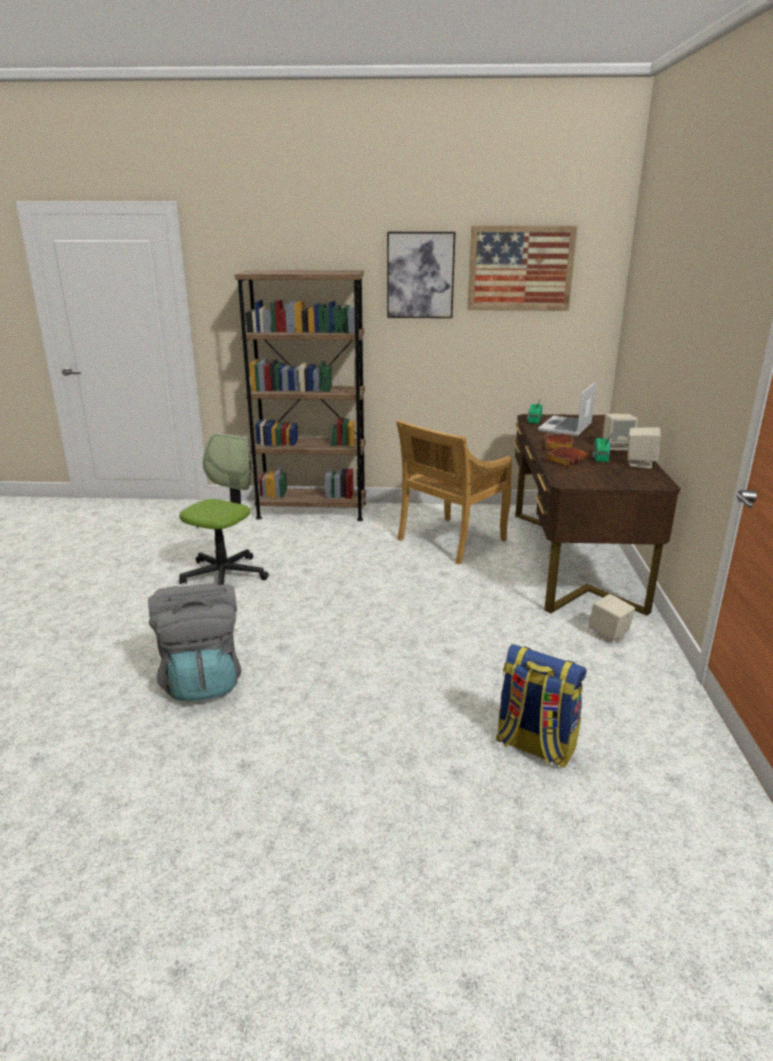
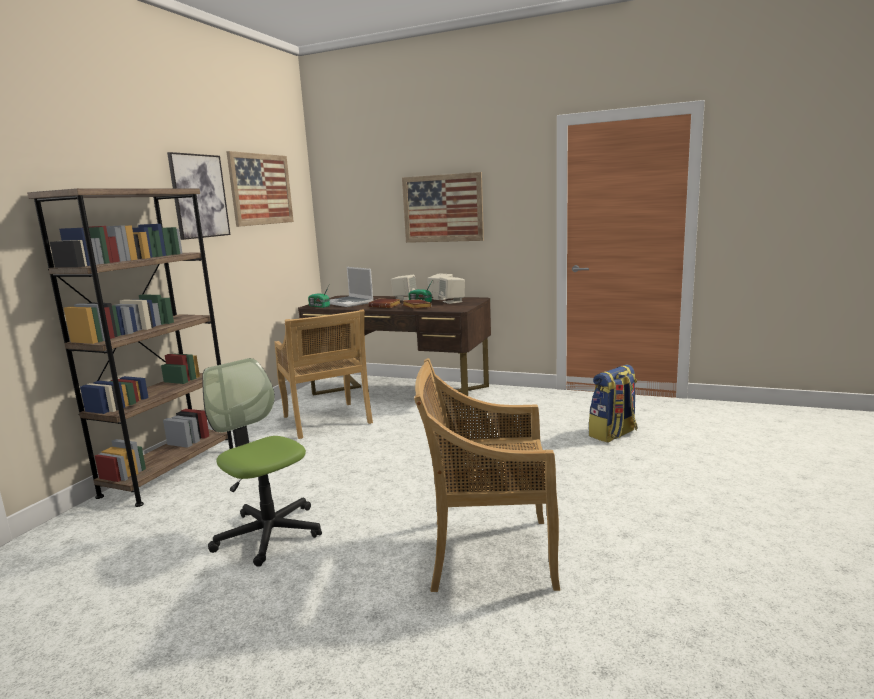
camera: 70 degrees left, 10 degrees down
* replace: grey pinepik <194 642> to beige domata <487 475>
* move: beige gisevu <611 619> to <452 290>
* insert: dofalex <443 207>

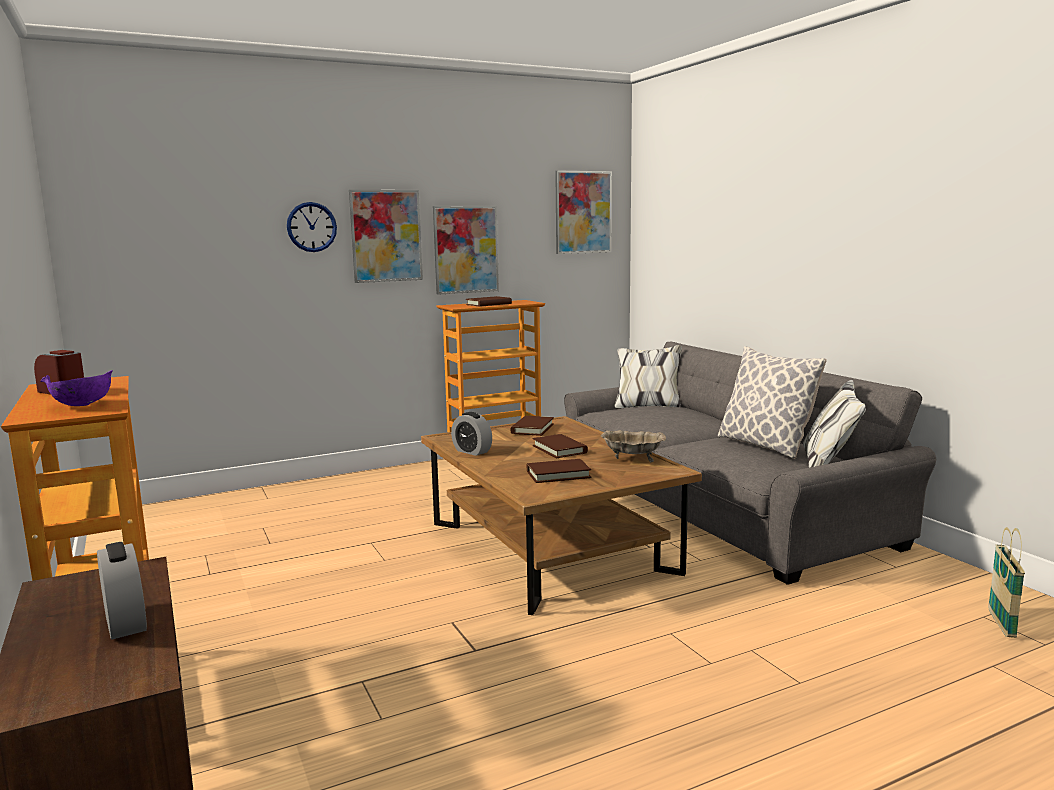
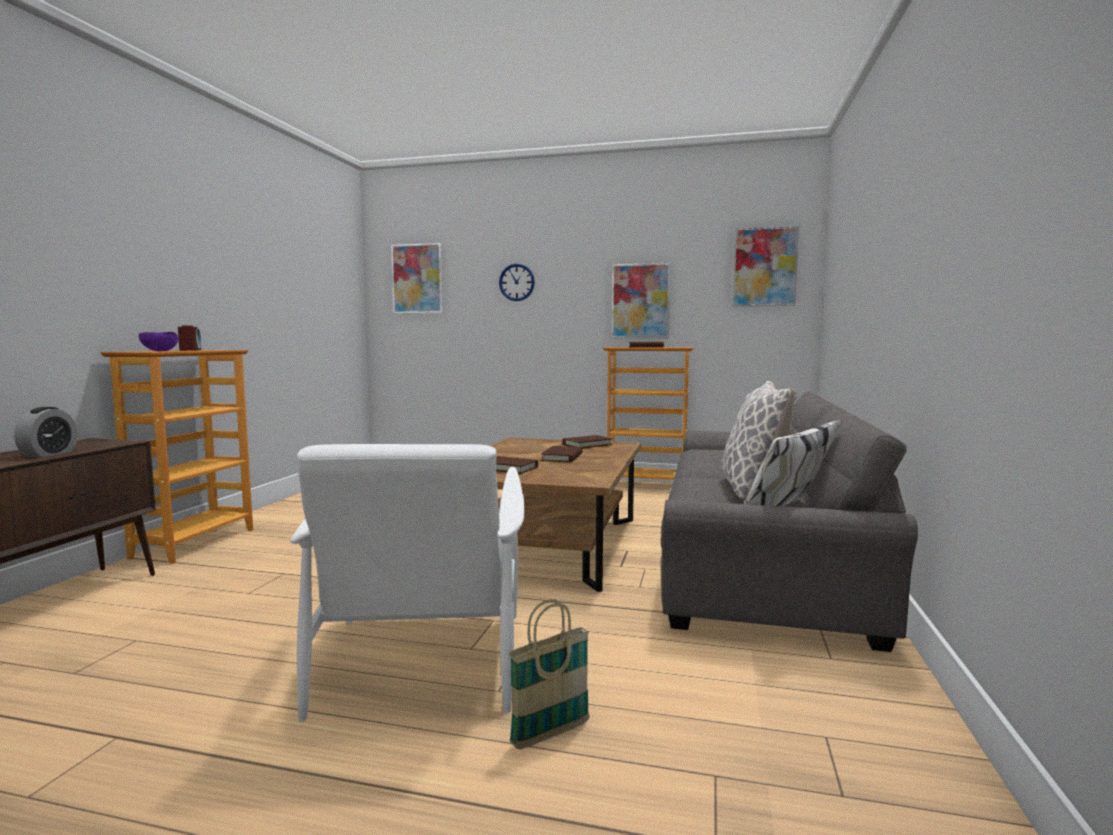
camera: 40 degrees right, 5 degrees down
* move: dofalex <386 236> to <417 278>
* delete: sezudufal <471 434>
* delete: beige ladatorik <633 446>
* move: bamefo <1006 582> to <549 674>
* insert: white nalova <407 583>

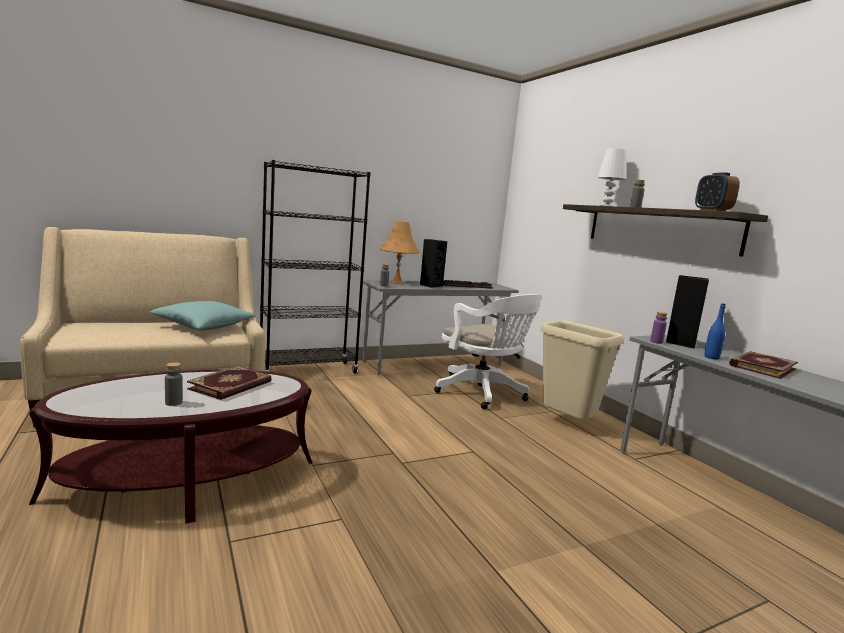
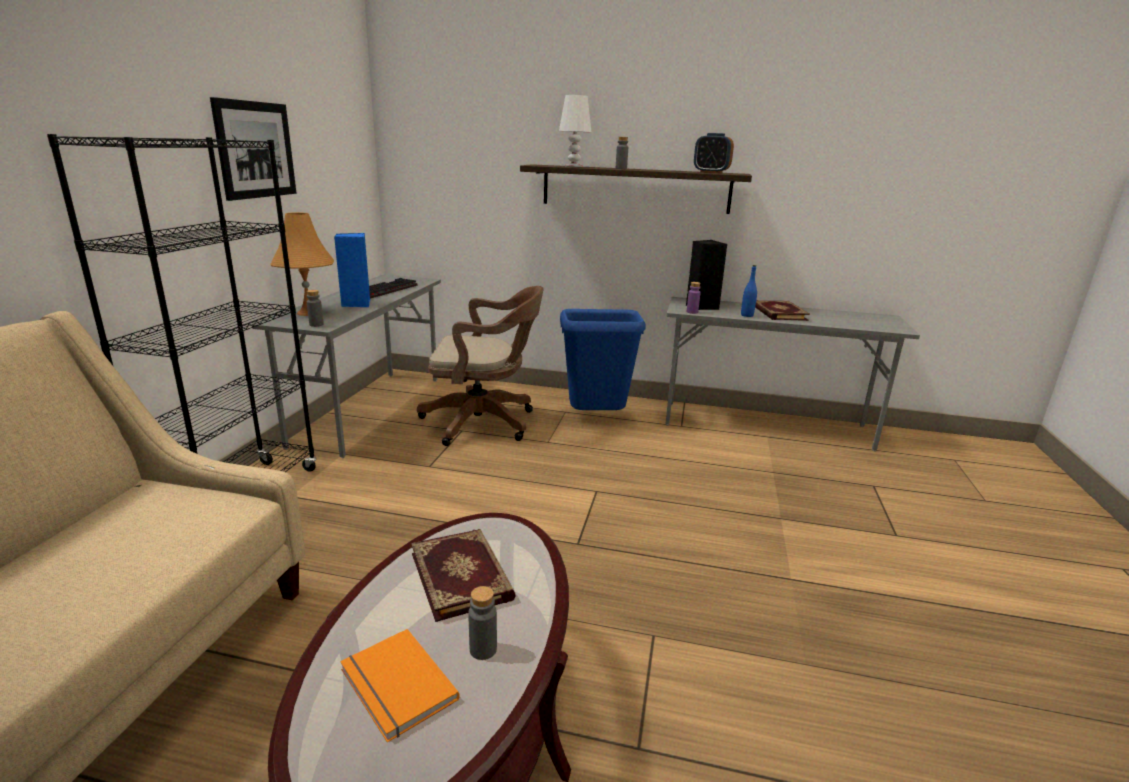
camera: 50 degrees left, 10 degrees up
* recolor: black gisevu <433 263> to blue gisevu <352 270>
* recolor: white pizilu <488 351> to brown pizilu <480 366>
* delete: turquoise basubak <203 316>
* recolor: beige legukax <582 370> to blue legukax <603 359>
* insert: dofalex <253 149>
* insert: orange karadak <400 686>

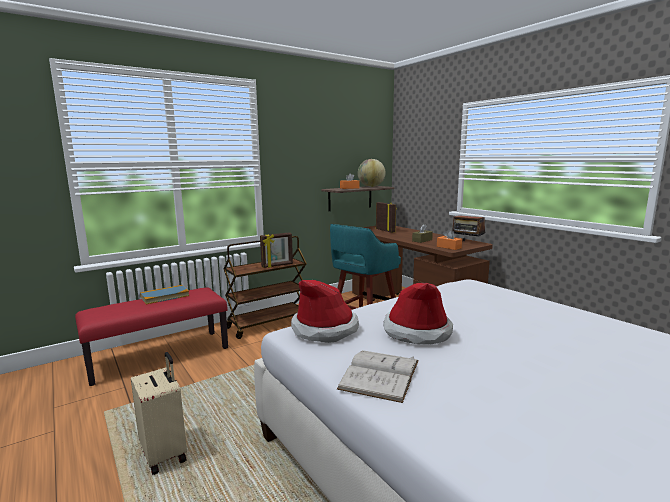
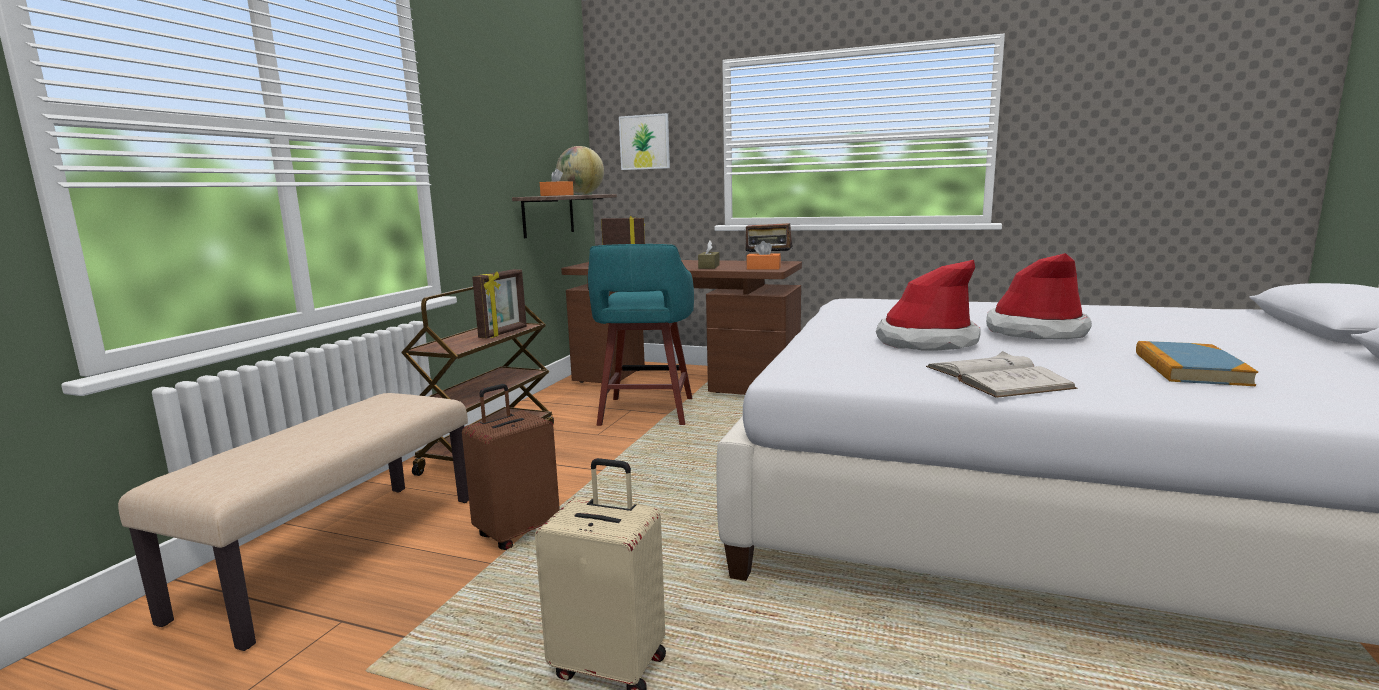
camera: 35 degrees left, 0 degrees up
* move: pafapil <325 311> to <1039 296>
* move: karadak <164 294> to <1197 363>
* recolor: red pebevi <151 336> to beige pebevi <293 522>
* insert: dofalex <644 141>
* insert: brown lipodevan <511 467>

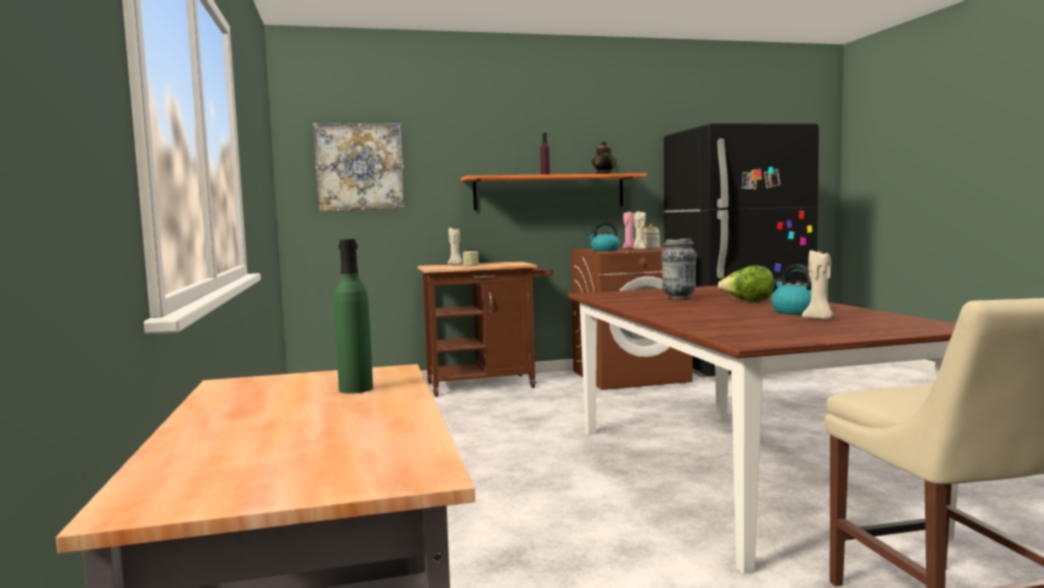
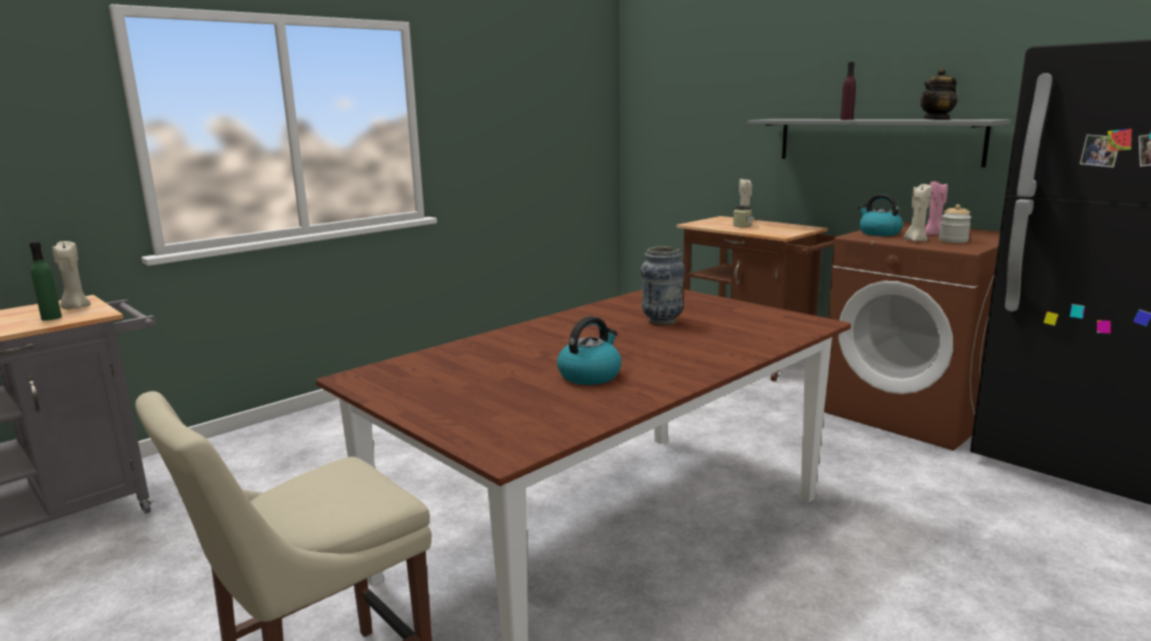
camera: 60 degrees right, 10 degrees up
* delete: dofalex <359 167>
* recolor: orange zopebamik <554 191> to grey zopebamik <879 143>
* move: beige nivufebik <818 284> to <71 275>
* delete: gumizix <746 283>

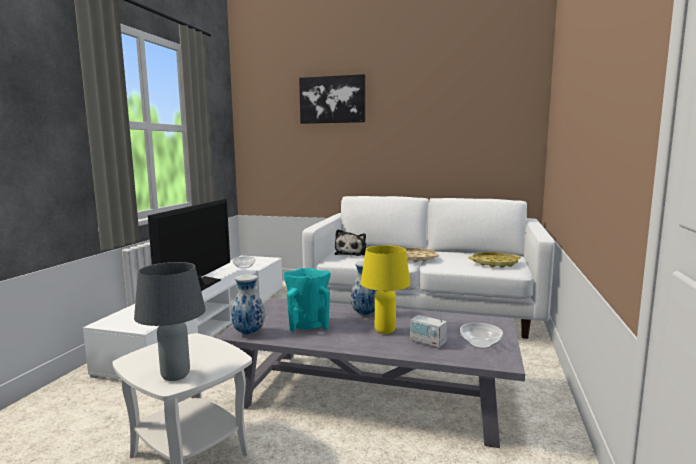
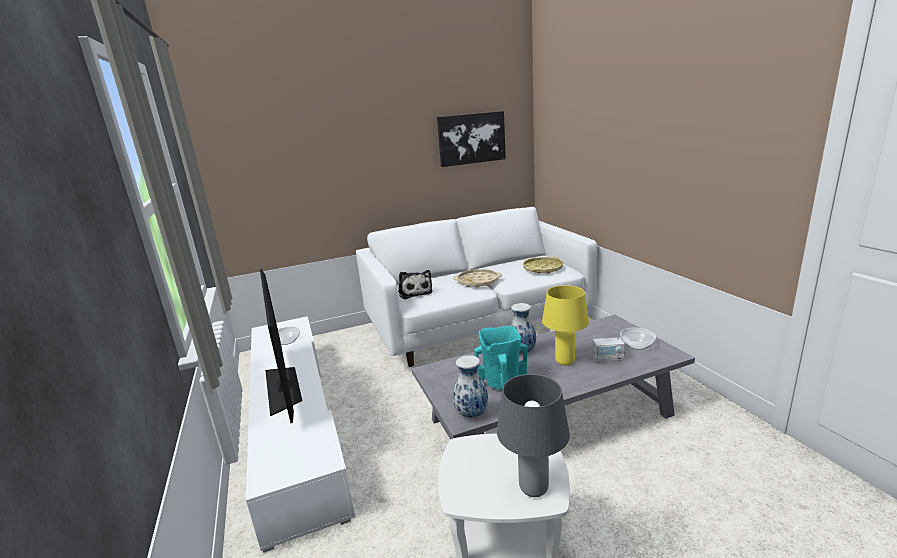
camera: 35 degrees left, 10 degrees up
* move: dofalex <332 99> to <471 139>

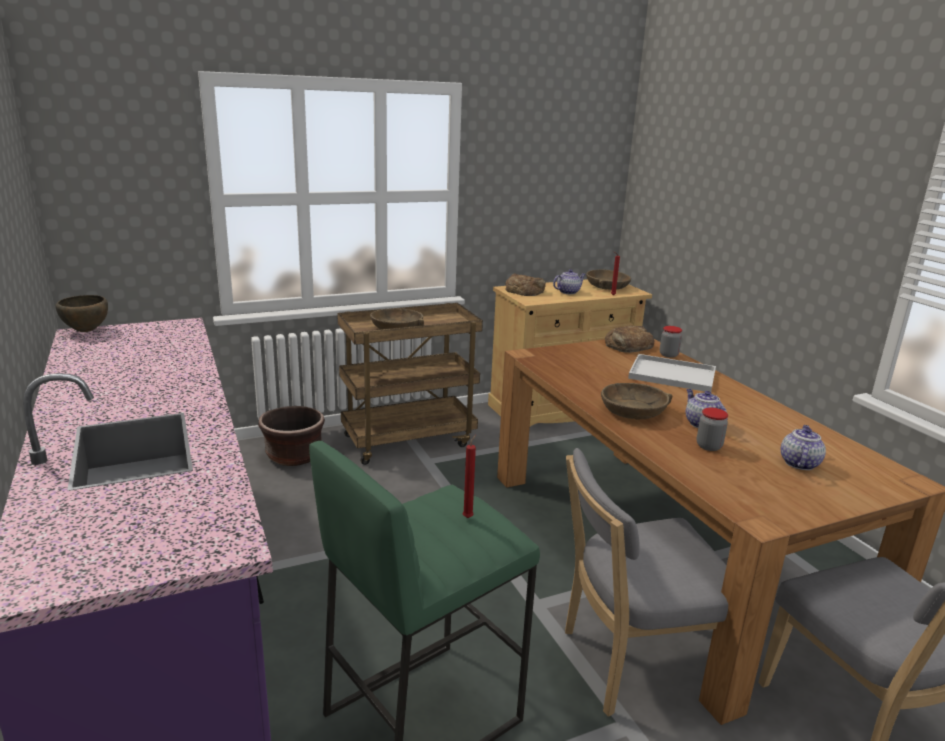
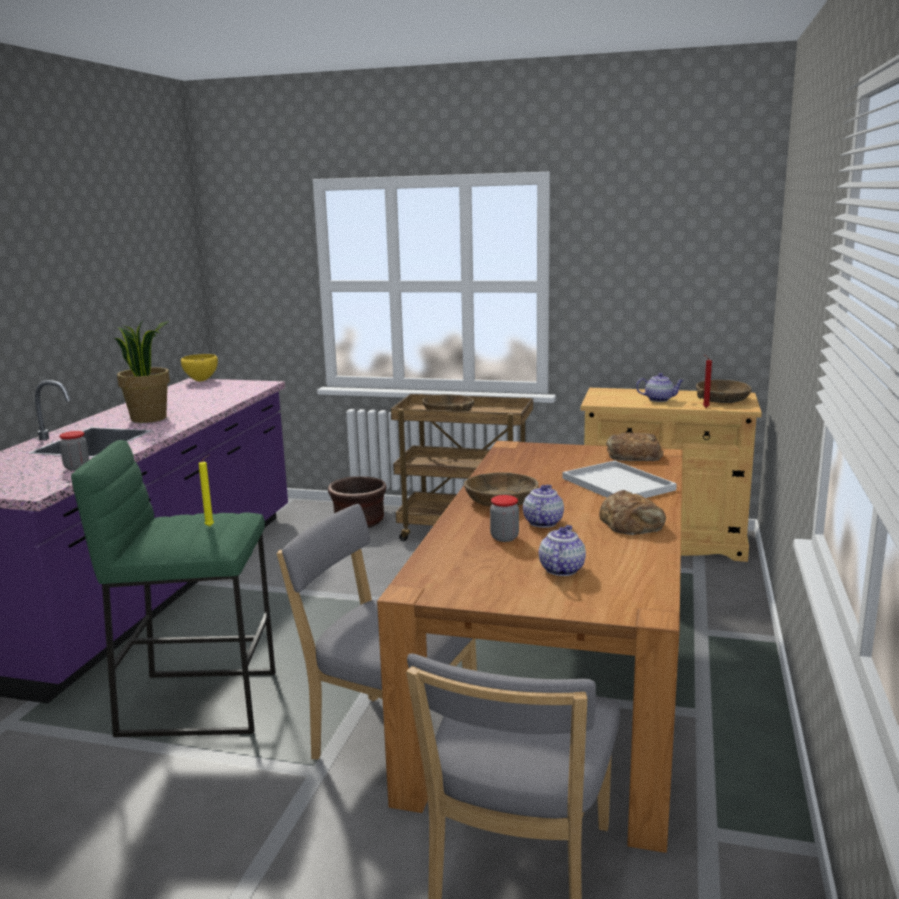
camera: 40 degrees right, 5 degrees down
* move: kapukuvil <526 284> to <632 512>
* recolor: brown ladatorik <81 313> to yellow ladatorik <199 367>
* move: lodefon <671 342> to <74 450>
* rotate: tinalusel <803 447> = <562 550> 45 degrees counterclockwise
* recolor: red nivufebik <469 476> to yellow nivufebik <206 490>
* insert: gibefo <142 371>

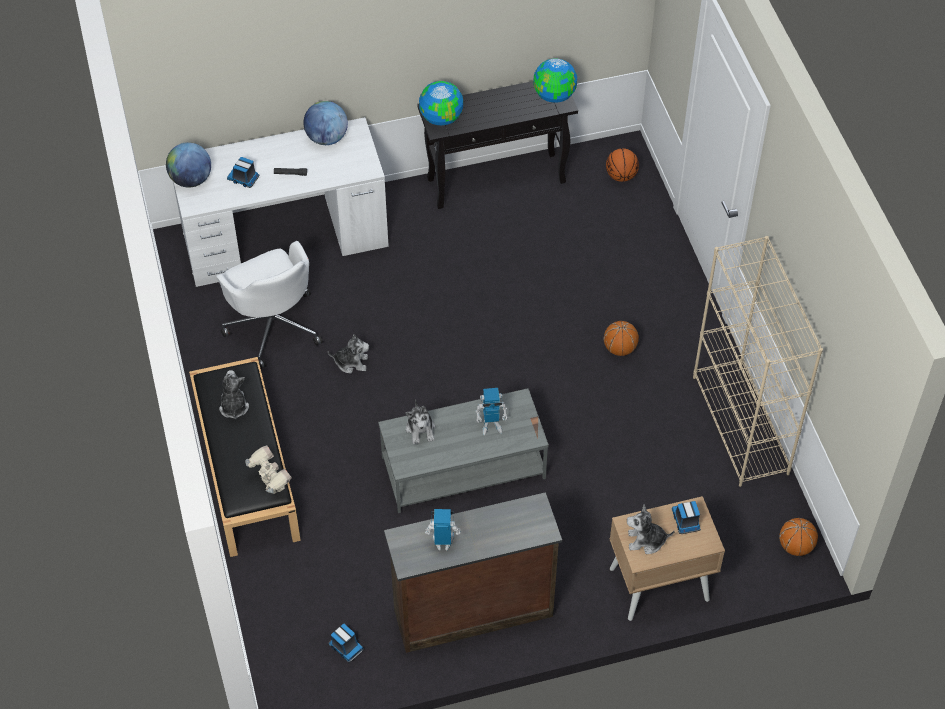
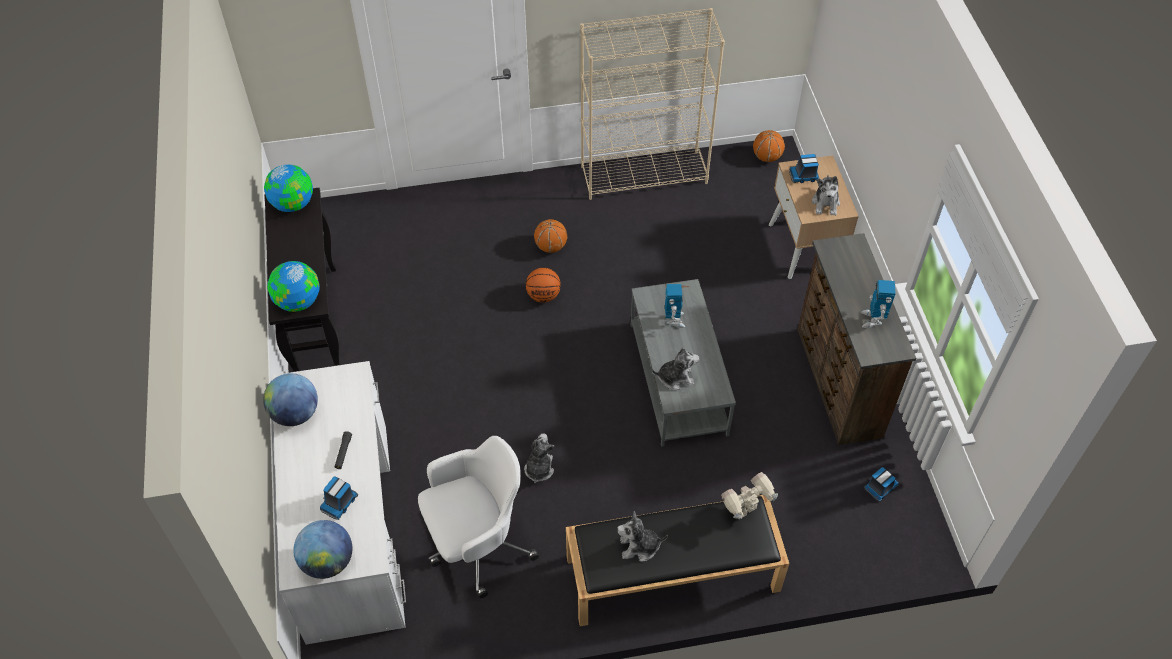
camera: 85 degrees left, 0 degrees up
* move: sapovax <622 165> to <543 285>

